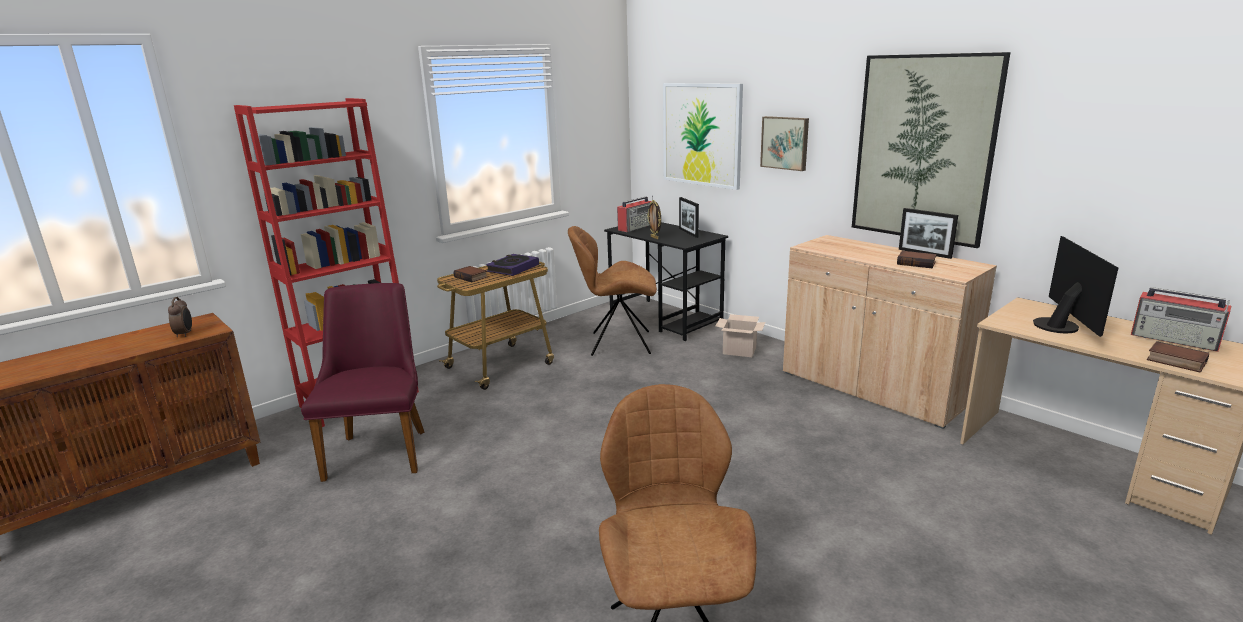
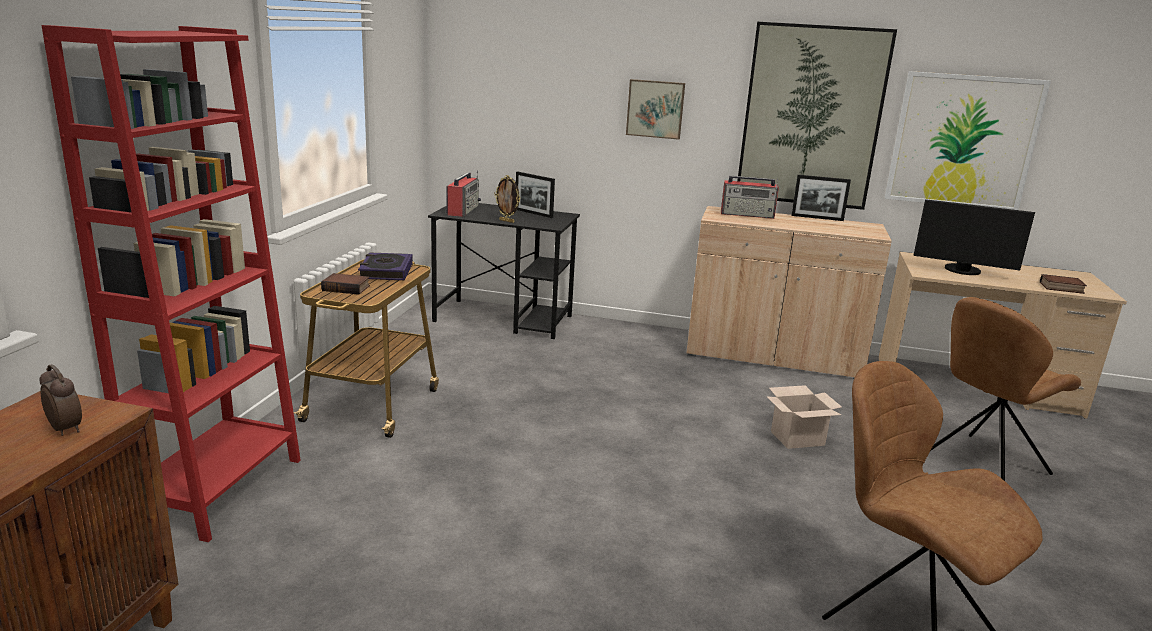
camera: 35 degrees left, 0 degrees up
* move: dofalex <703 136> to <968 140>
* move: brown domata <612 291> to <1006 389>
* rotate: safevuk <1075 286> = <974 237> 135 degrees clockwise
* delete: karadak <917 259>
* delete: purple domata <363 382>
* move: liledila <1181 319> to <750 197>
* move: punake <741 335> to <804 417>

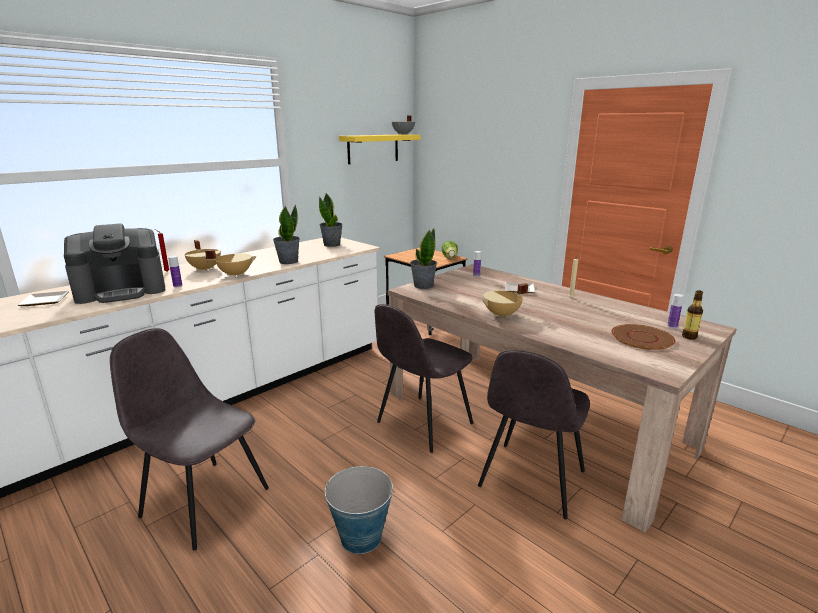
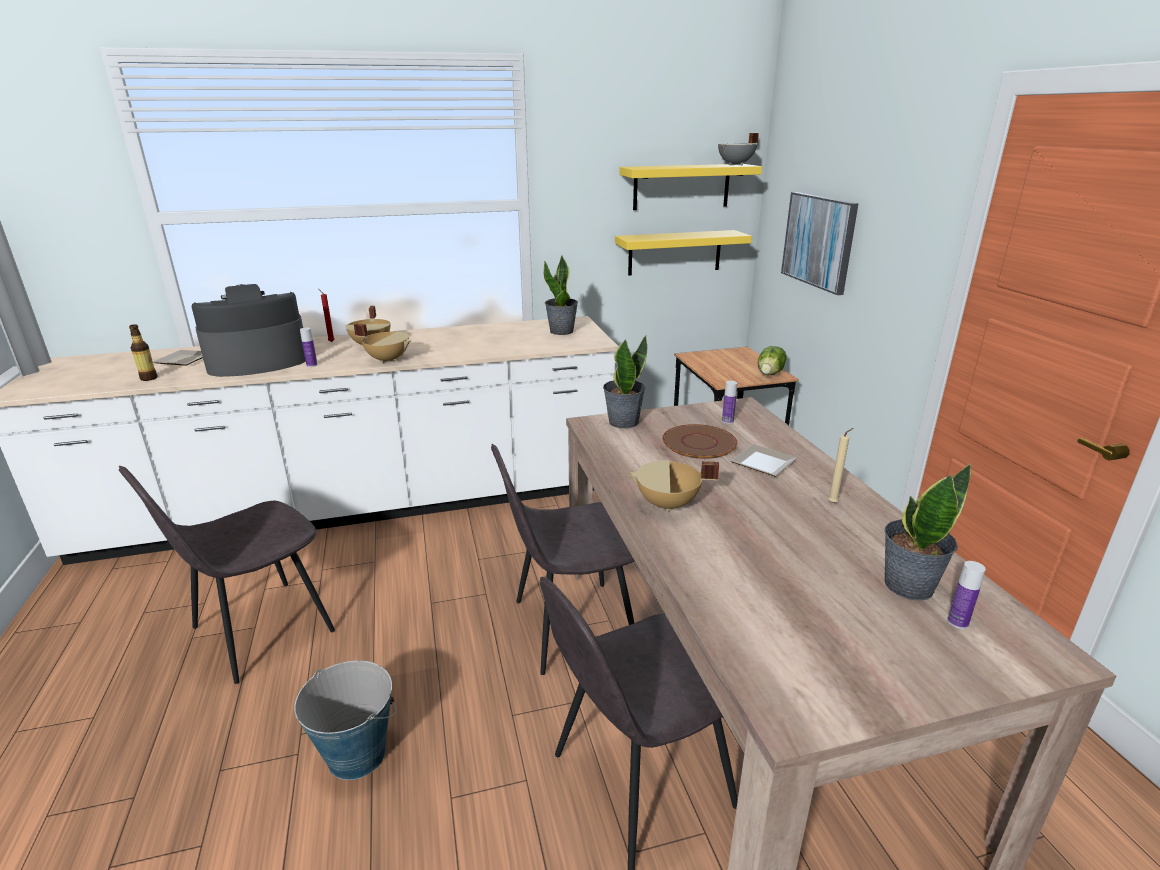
camera: 30 degrees right, 5 degrees up
* move: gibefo <286 234> to <927 531>
* rotate: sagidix <115 263> = <249 330> 150 degrees clockwise
* move: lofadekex <692 315> to <143 352>
* move: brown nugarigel <643 337> to <700 441>
* rotate: grey domata <189 439> = <227 575> 105 degrees counterclockwise
* insert: dofalex <820 243>
* insert: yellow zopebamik <683 253>

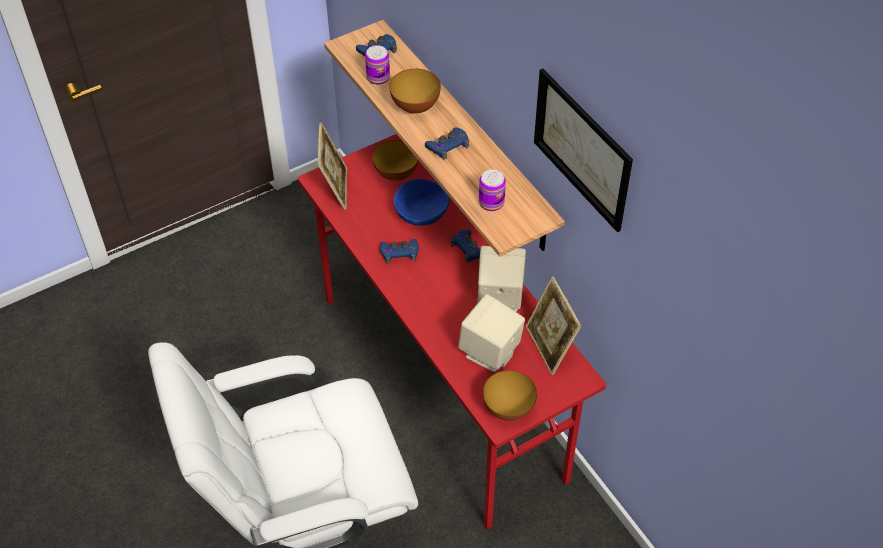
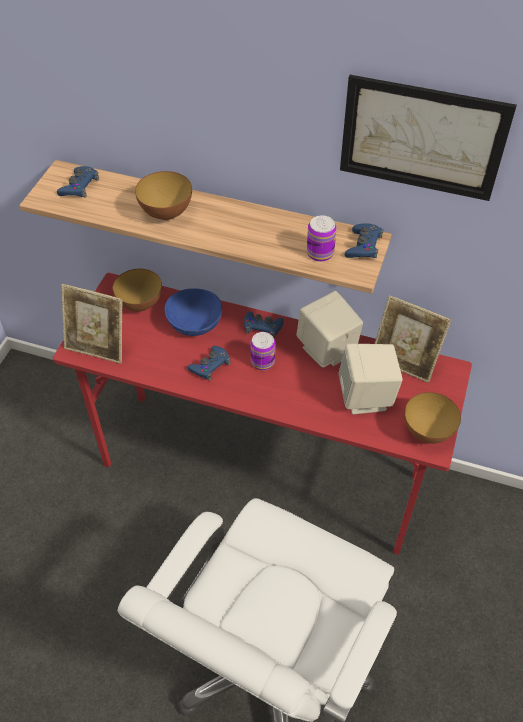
camera: 40 degrees left, 0 degrees up
* move: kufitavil <377 65> to <262 351>
* rotate: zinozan <332 166> = <91 324> 150 degrees clockwise
* move: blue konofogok <447 143> to <364 240>

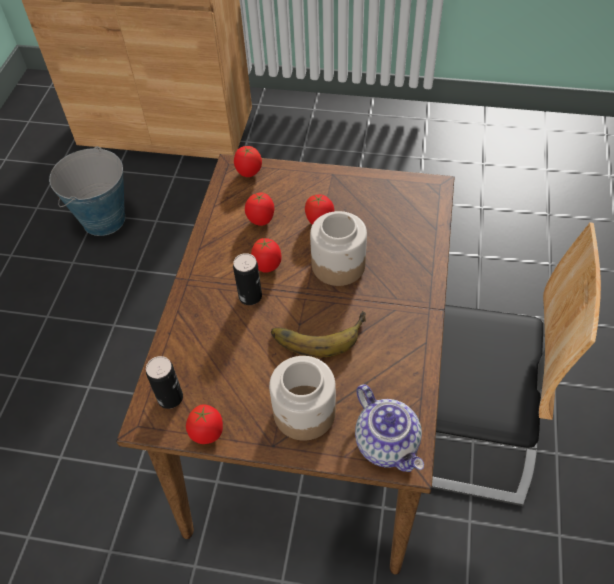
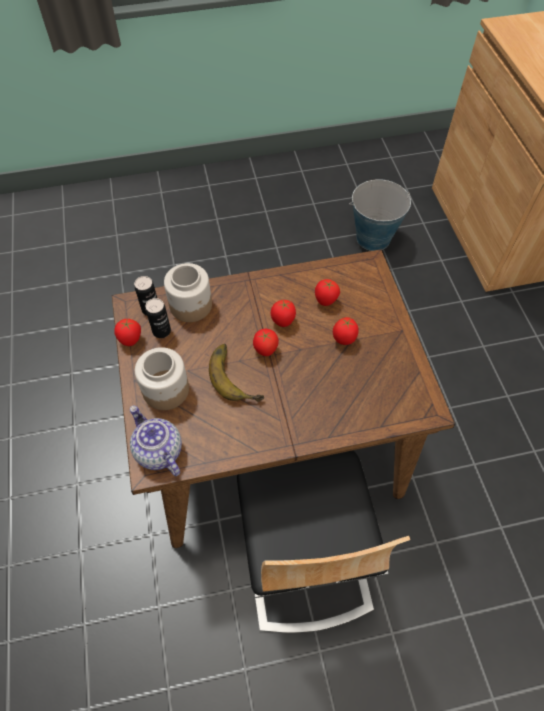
camera: 65 degrees right, 5 degrees up
* move: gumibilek <248 161> to <266 342>
* move: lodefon <338 248> to <188 292>
* move: kufitavil <247 279> to <158 318>
* rotate: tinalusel <389 428> = <156 440> 105 degrees clockwise

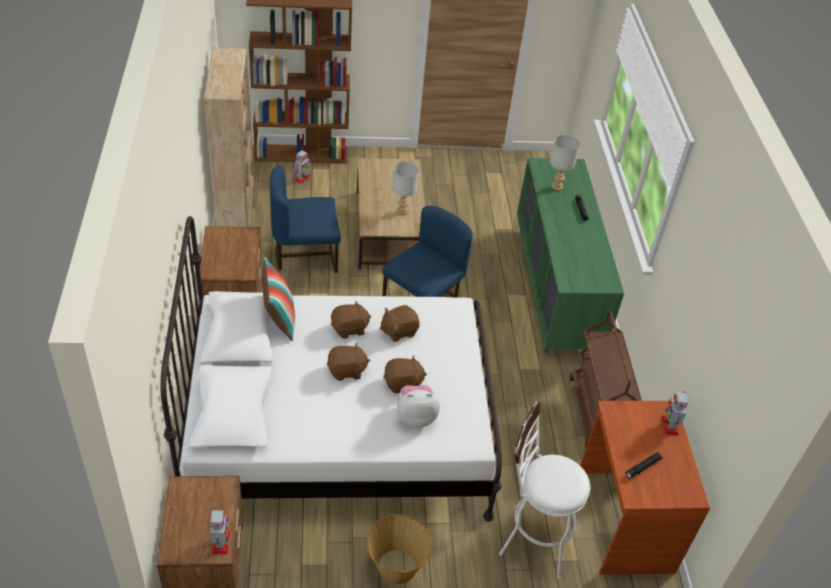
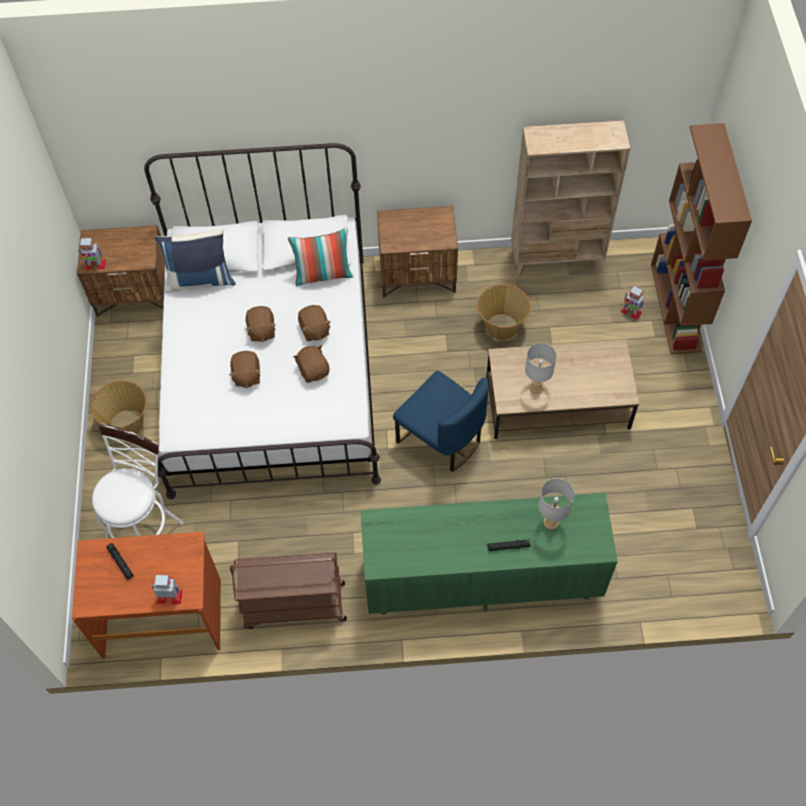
camera: 95 degrees right, 15 degrees up
* replace: blue domata <305 219> to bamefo <504 312>
* delete: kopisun <418 406>
* insert: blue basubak <195 260>

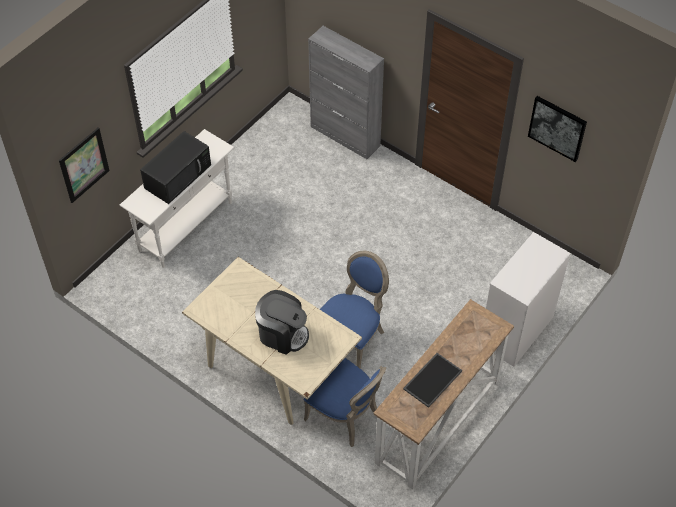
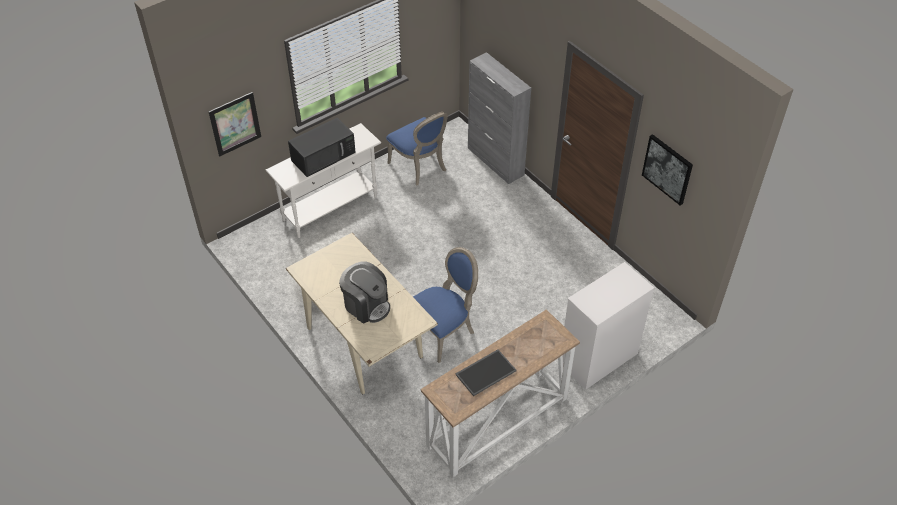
camera: 15 degrees right, 5 degrees down
* move: blue domata <345 402> to <417 148>

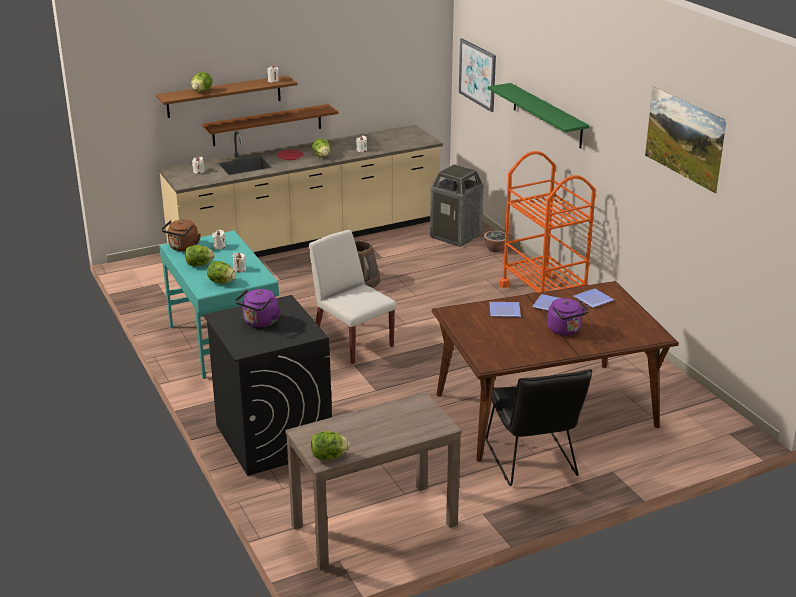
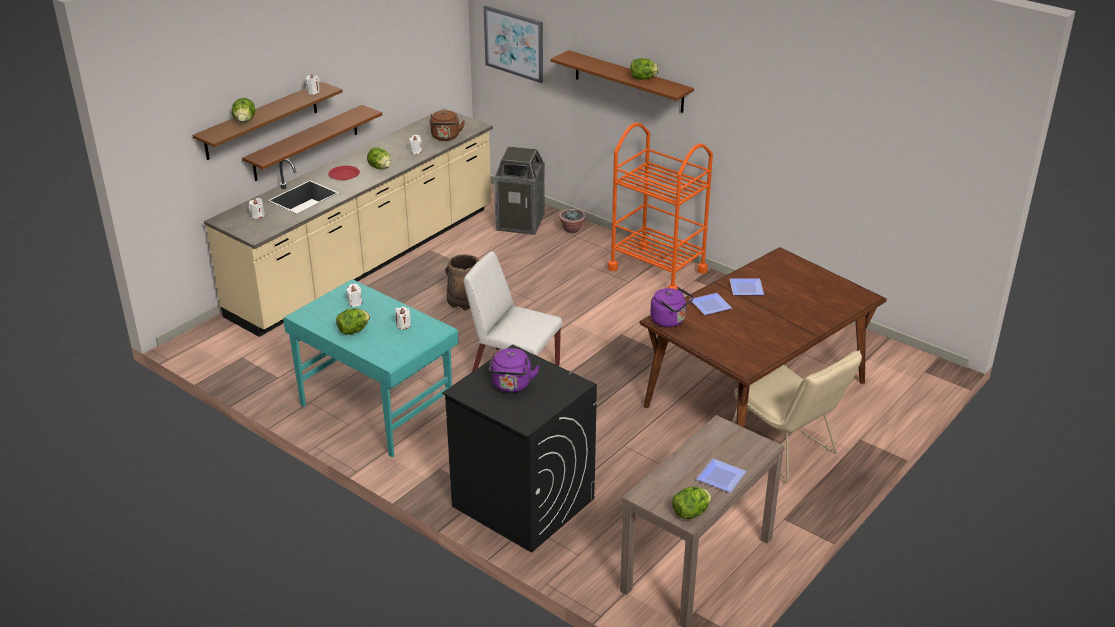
camera: 25 degrees left, 5 degrees up
* recolor: green zopebamik <538 115> to brown zopebamik <622 81>
* delete: dofalex <686 140>
* move: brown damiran <181 235> to <447 125>
* move: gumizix <221 272> to <644 69>
* move: nugarigel <594 298> to <721 476>
* move: purple damiran <568 316> to <672 307>
* recolor: black domata <539 427> to beige domata <797 416>

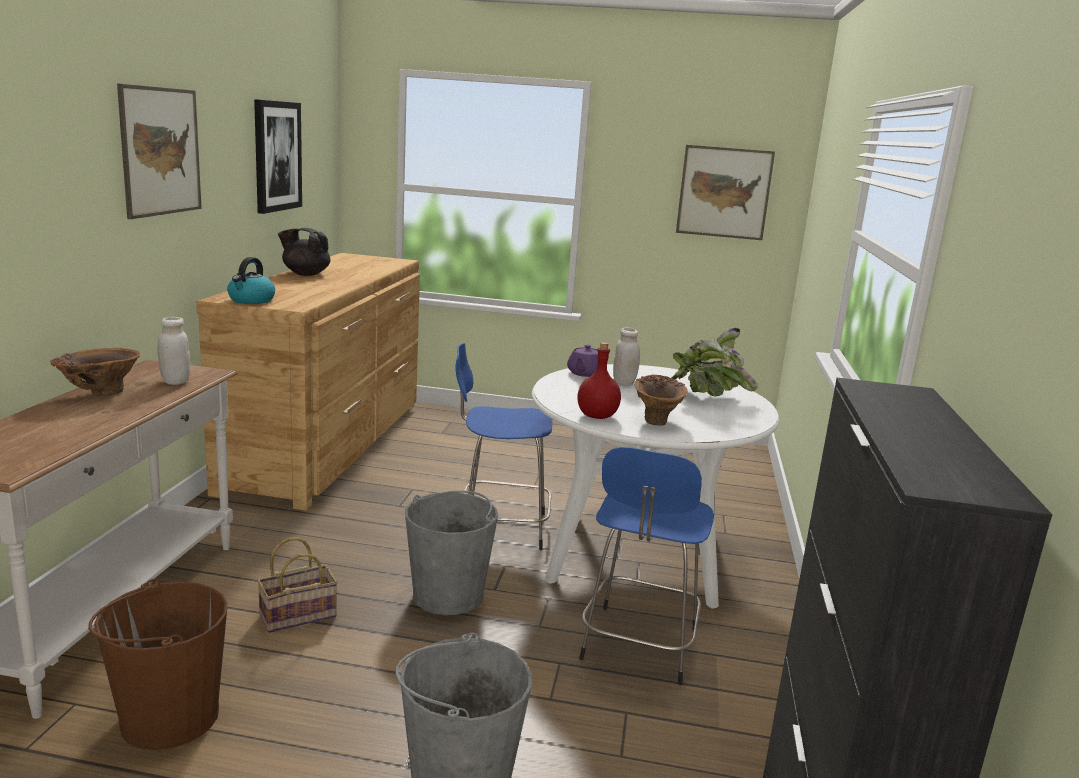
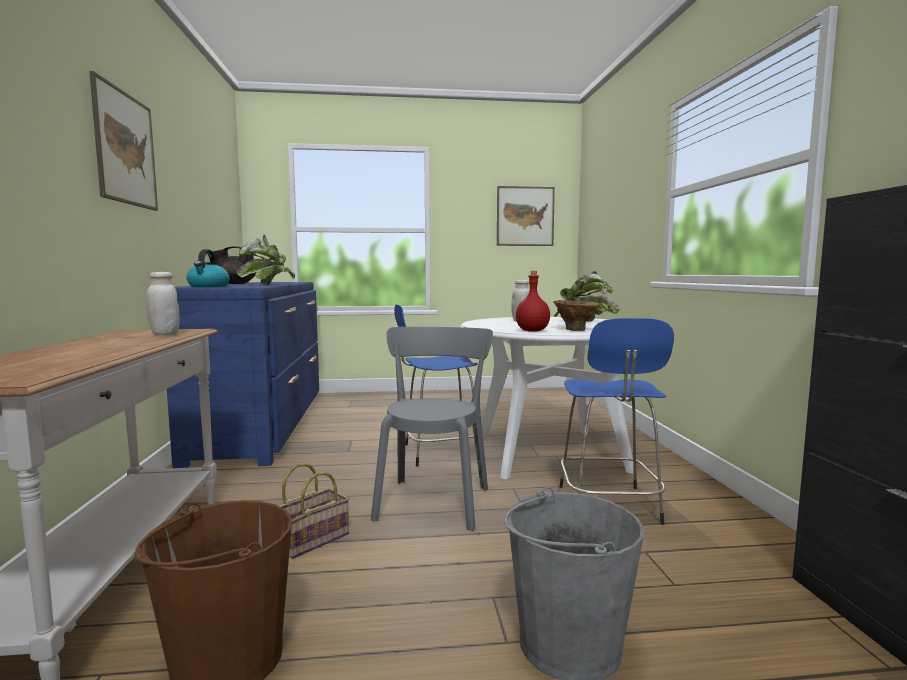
camera: 15 degrees left, 10 degrees down
* delete: dofalex <278 156>
* recolor: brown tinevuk <308 381> to blue tinevuk <243 375>
* delete: purple tinalusel <582 361>
* delete: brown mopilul <95 372>
* replace: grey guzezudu <451 552> to grey domata <432 429>
* insert: gibefo <266 259>

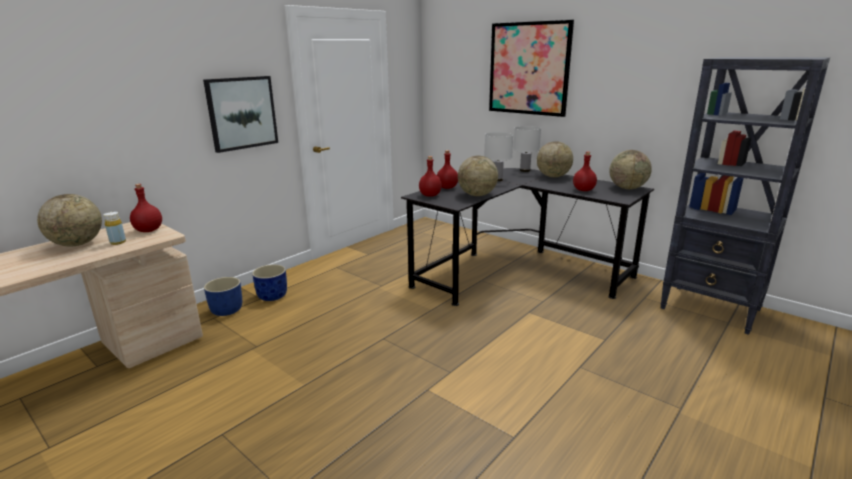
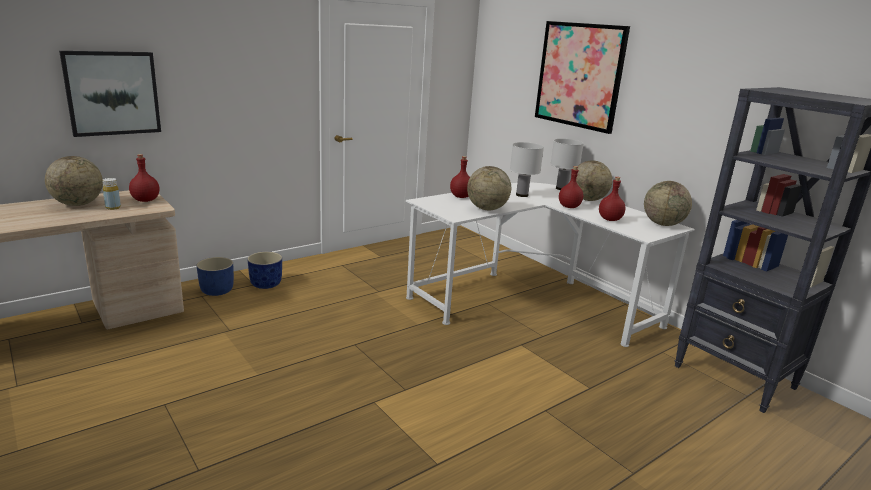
camera: 10 degrees right, 0 degrees up
* move: dofalex <240 114> to <110 94>
* move: red lofadekex <430 176> to <571 187>
* recolor: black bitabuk <527 237> to white bitabuk <550 265>

